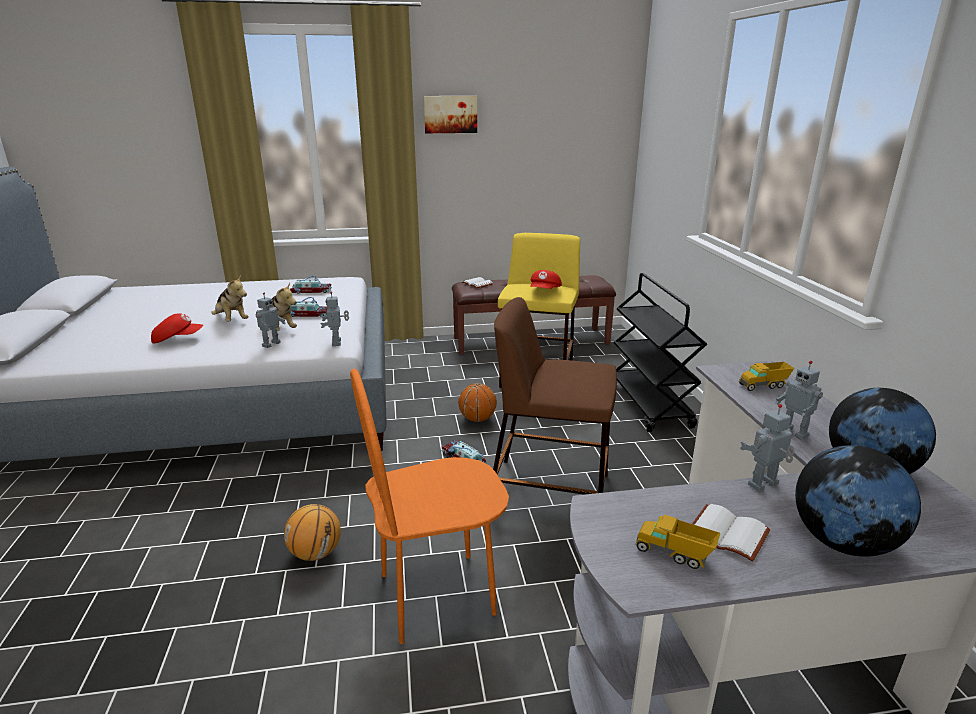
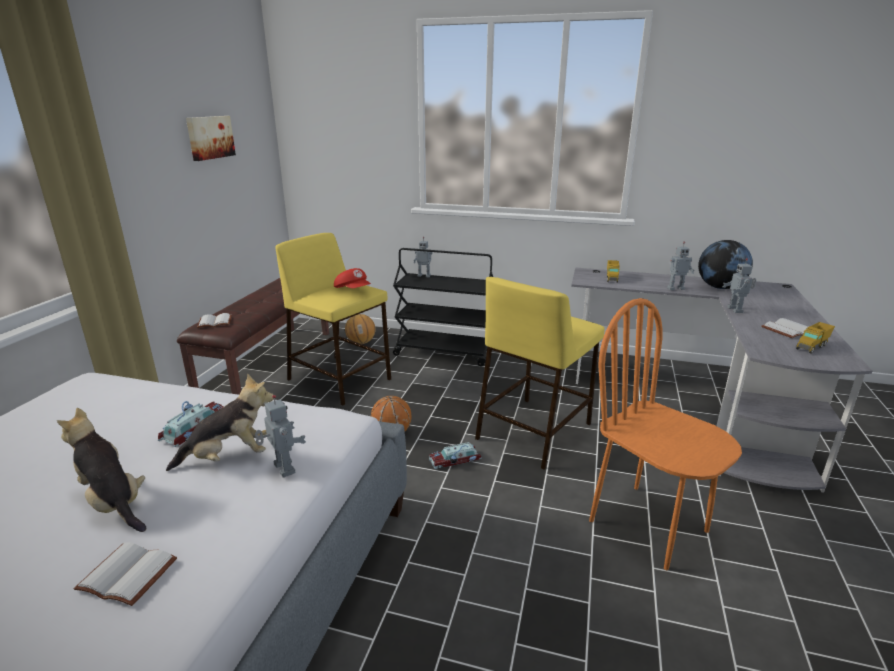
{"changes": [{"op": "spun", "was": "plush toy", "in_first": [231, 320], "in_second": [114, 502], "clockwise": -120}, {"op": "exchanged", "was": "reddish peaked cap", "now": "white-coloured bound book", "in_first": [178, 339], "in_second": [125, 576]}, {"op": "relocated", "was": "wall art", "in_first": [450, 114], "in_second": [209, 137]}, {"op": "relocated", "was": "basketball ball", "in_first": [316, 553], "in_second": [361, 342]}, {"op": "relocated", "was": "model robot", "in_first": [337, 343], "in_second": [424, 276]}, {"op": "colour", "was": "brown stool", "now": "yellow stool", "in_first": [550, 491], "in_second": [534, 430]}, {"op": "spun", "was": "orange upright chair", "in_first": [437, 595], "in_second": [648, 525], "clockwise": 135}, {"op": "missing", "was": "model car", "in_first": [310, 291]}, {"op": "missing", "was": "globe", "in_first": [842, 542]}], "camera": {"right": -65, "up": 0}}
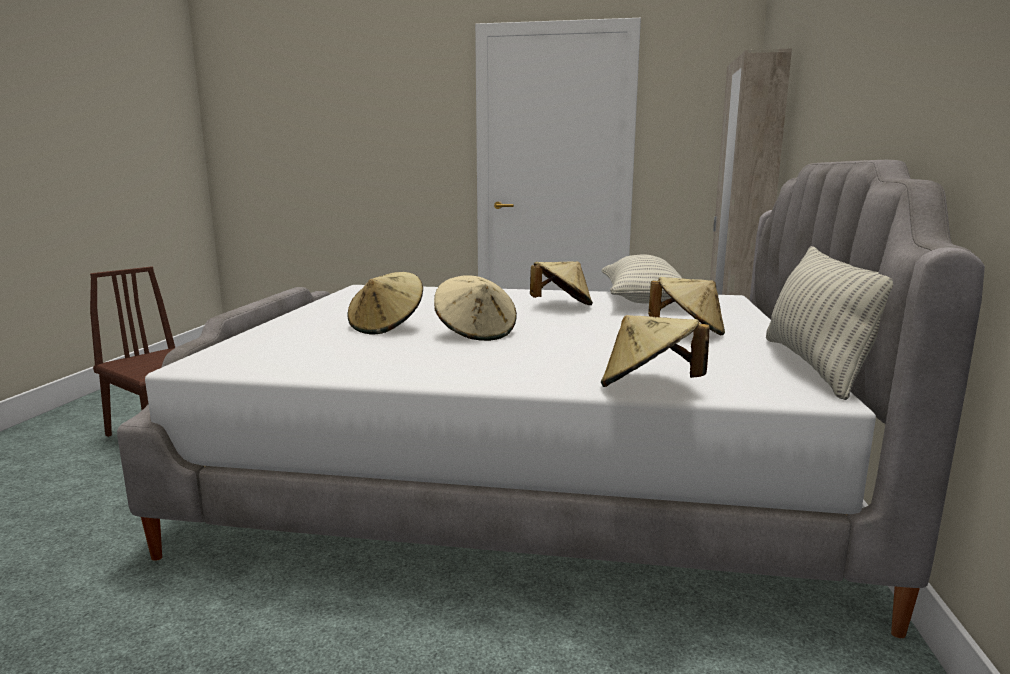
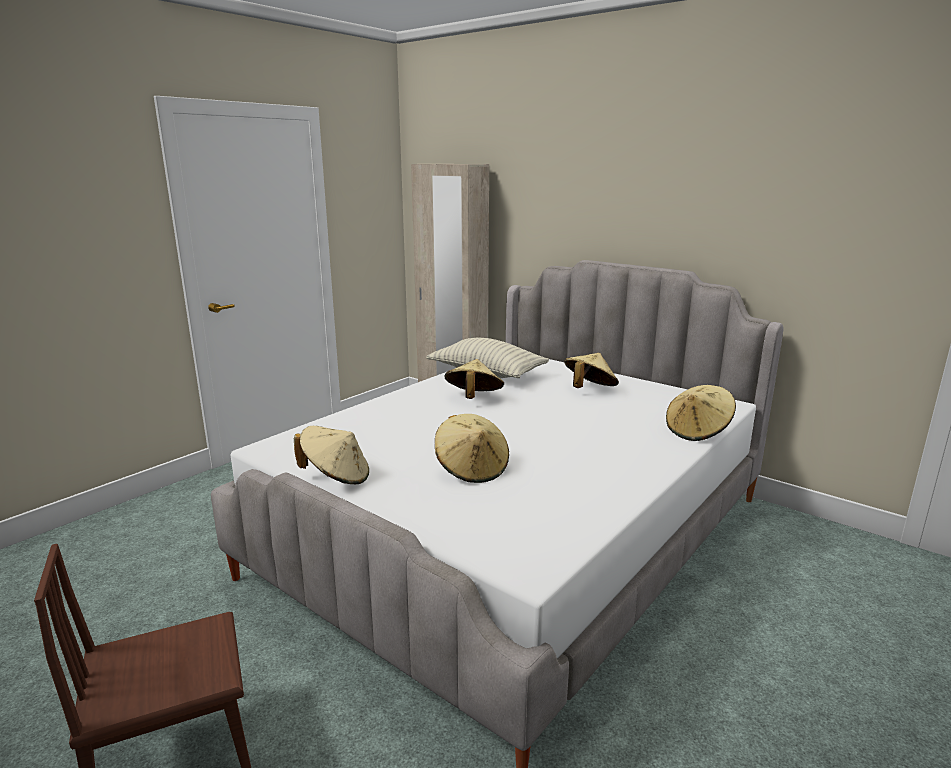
{"changes": [{"op": "relocated", "was": "beige-coloured clothing hat", "in_first": [476, 333], "in_second": [336, 477]}, {"op": "missing", "was": "cushion", "in_first": [815, 366]}], "camera": {"right": -60, "up": 5}}
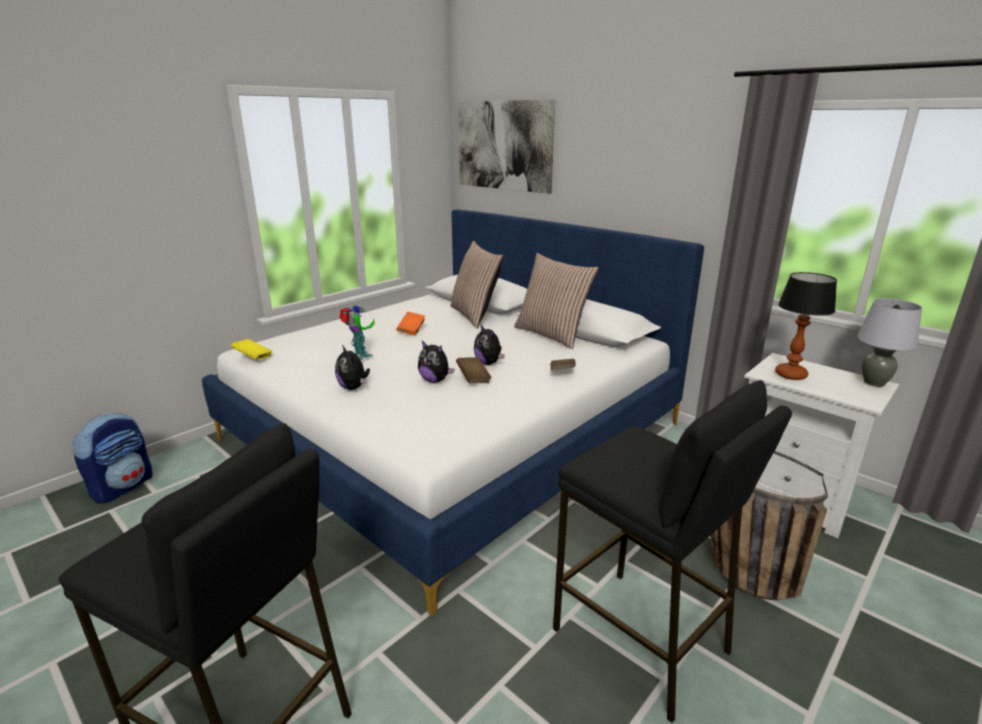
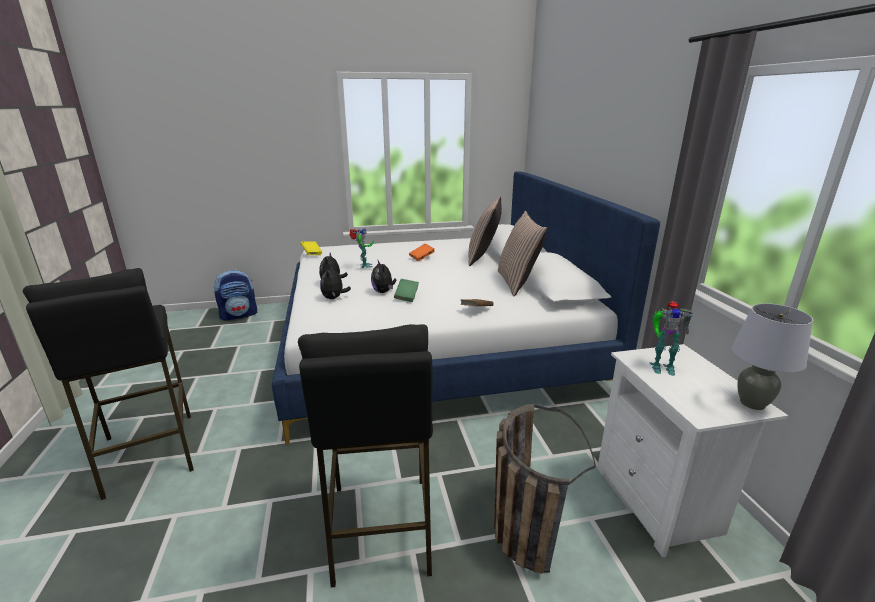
{"changes": [{"op": "relocated", "was": "plush toy", "in_first": [489, 363], "in_second": [334, 298]}, {"op": "colour", "was": "brown bound book", "now": "green-coloured bound book", "in_first": [473, 378], "in_second": [407, 297]}, {"op": "exchanged", "was": "lamp for a table", "now": "model robot", "in_first": [791, 375], "in_second": [661, 366]}, {"op": "missing", "was": "wall art", "in_first": [504, 145]}], "camera": {"right": 35, "up": 0}}
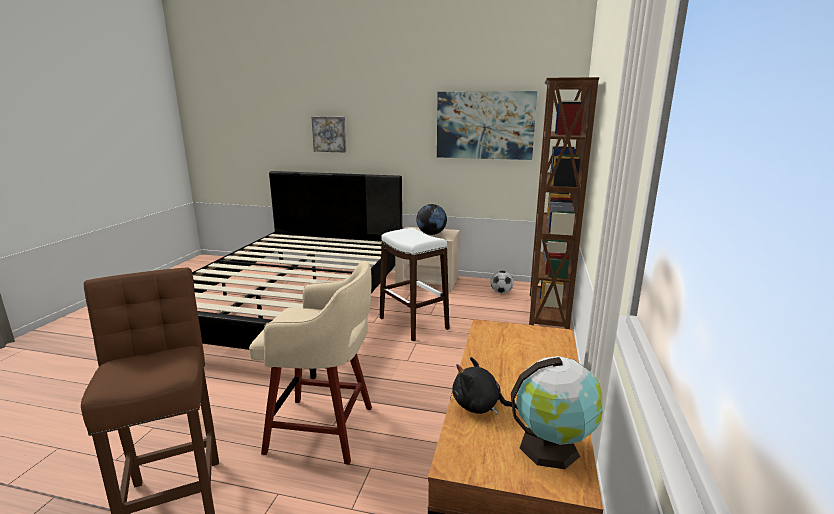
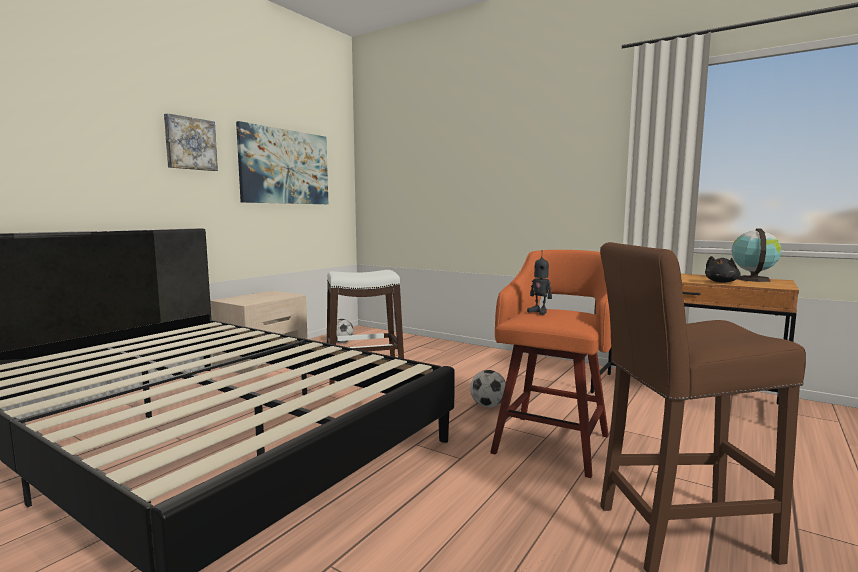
{"changes": [{"op": "relocated", "was": "wall art", "in_first": [329, 134], "in_second": [190, 144]}, {"op": "appeared", "now": "football ball", "in_second": [488, 405]}, {"op": "colour", "was": "beige-coloured stool", "now": "orange stool", "in_first": [324, 430], "in_second": [553, 442]}, {"op": "appeared", "now": "model robot", "in_second": [539, 312]}, {"op": "missing", "was": "globe", "in_first": [431, 234]}, {"op": "missing", "was": "brown shelving unit", "in_first": [546, 313]}], "camera": {"right": -70, "up": -10}}
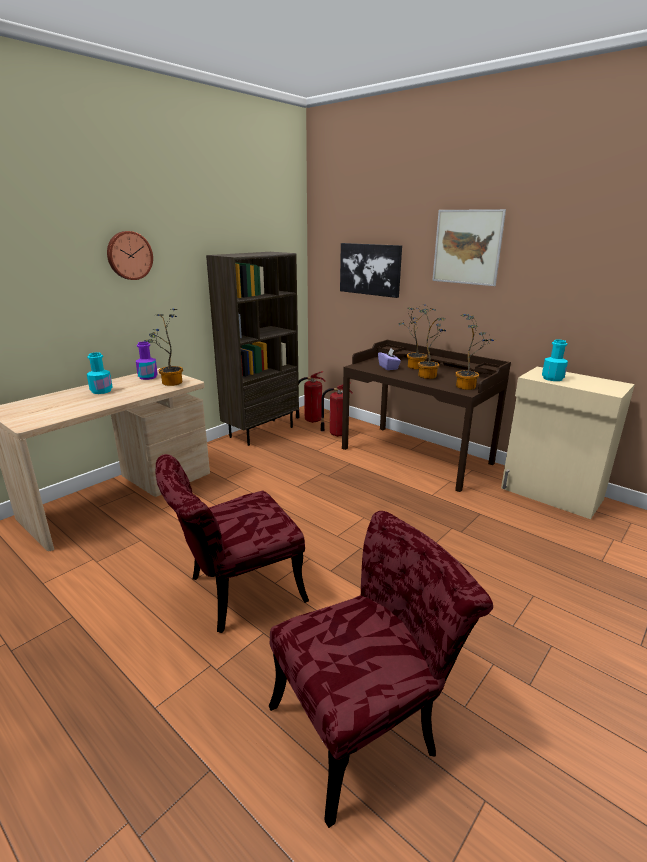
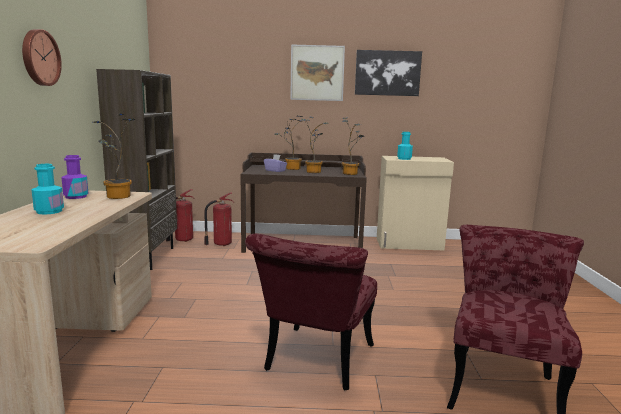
{"changes": [{"op": "relocated", "was": "wall art", "in_first": [370, 269], "in_second": [387, 73]}], "camera": {"right": -40, "up": -10}}
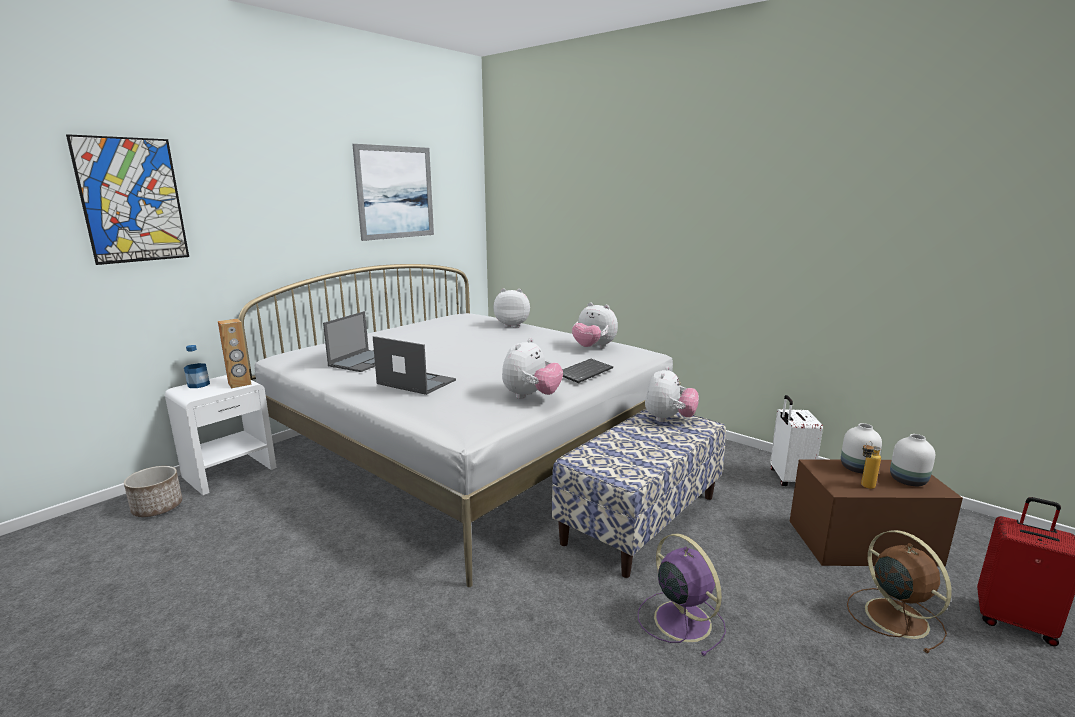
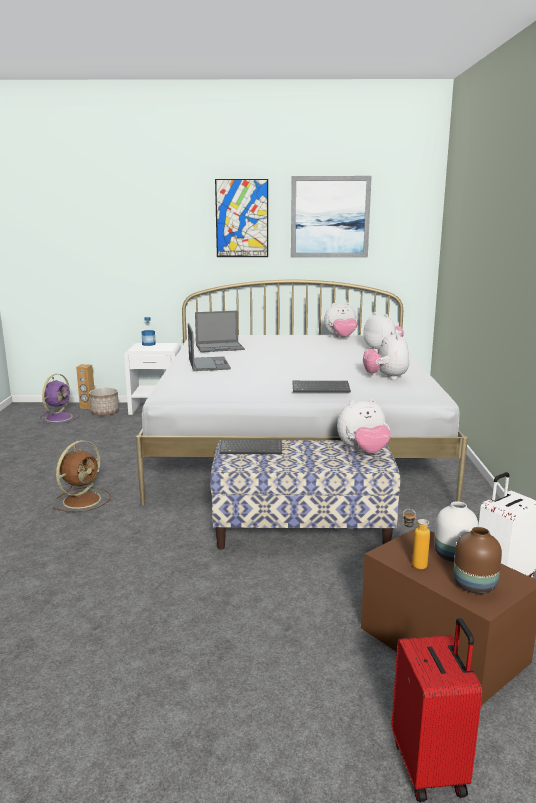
{"changes": [{"op": "relocated", "was": "purplish fan", "in_first": [680, 619], "in_second": [59, 417]}, {"op": "relocated", "was": "brown fan", "in_first": [893, 616], "in_second": [83, 499]}, {"op": "relocated", "was": "brown loudspeaker", "in_first": [239, 384], "in_second": [88, 407]}, {"op": "relocated", "was": "wall art", "in_first": [132, 200], "in_second": [242, 218]}, {"op": "appeared", "now": "keyboard", "in_second": [252, 448]}, {"op": "relocated", "was": "plush toy", "in_first": [531, 396], "in_second": [340, 338]}, {"op": "colour", "was": "white-coloured flower vase", "now": "brown flower vase", "in_first": [909, 481], "in_second": [474, 586]}], "camera": {"right": 50, "up": 0}}
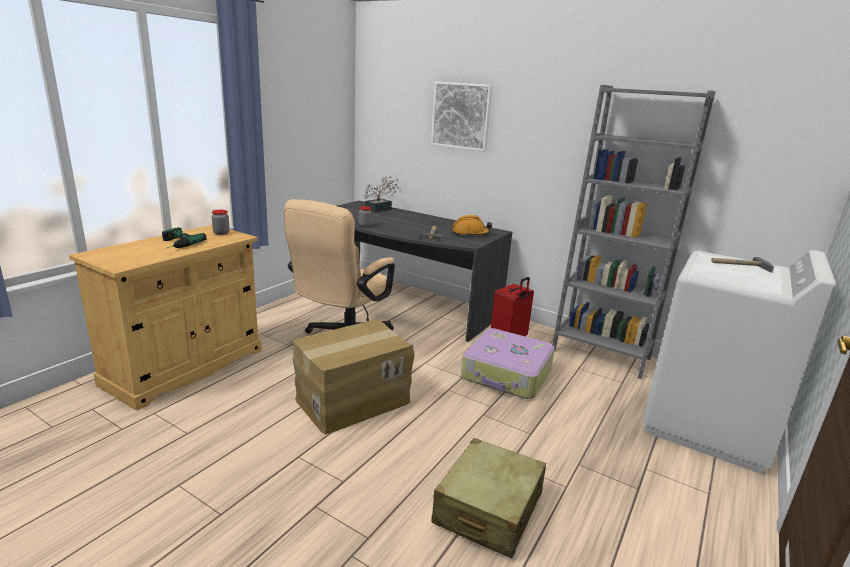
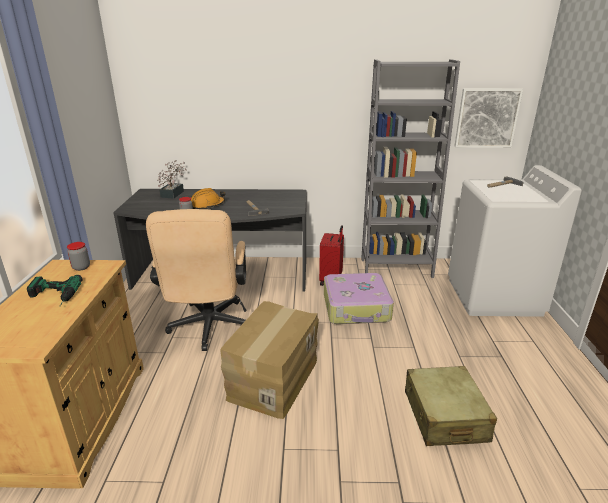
{"changes": [{"op": "relocated", "was": "orange safety helmet", "in_first": [470, 233], "in_second": [207, 205]}, {"op": "relocated", "was": "wall art", "in_first": [461, 116], "in_second": [487, 118]}], "camera": {"right": -30, "up": 5}}
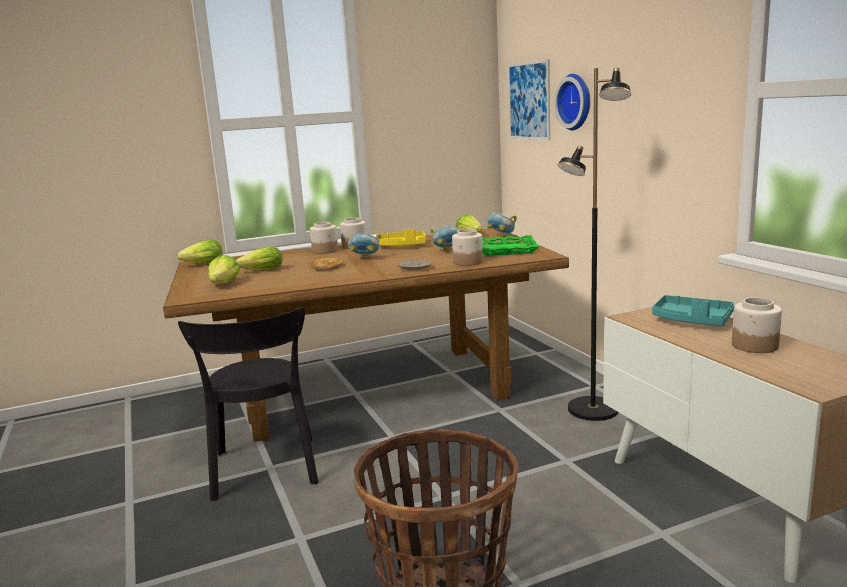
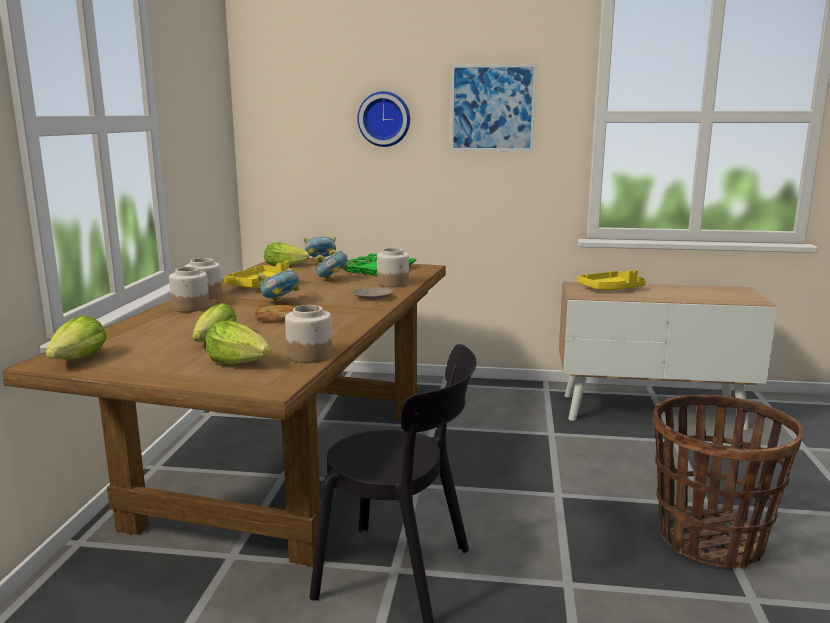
{"changes": [{"op": "relocated", "was": "jar", "in_first": [755, 345], "in_second": [310, 355]}, {"op": "relocated", "was": "wall art", "in_first": [529, 101], "in_second": [492, 108]}, {"op": "colour", "was": "turquoise-coloured tray", "now": "yellow tray", "in_first": [692, 321], "in_second": [611, 289]}, {"op": "missing", "was": "blackish standard lamp", "in_first": [592, 410]}], "camera": {"right": -60, "up": 0}}
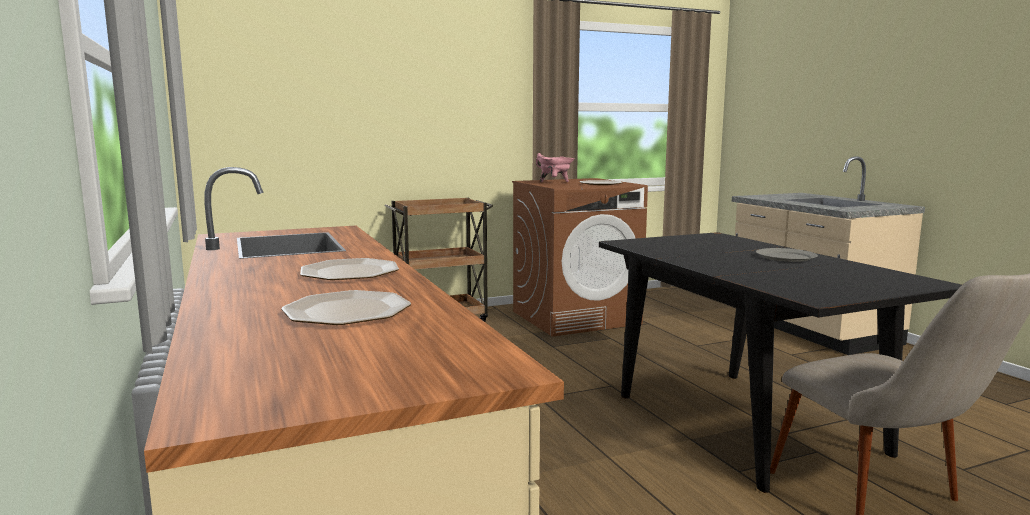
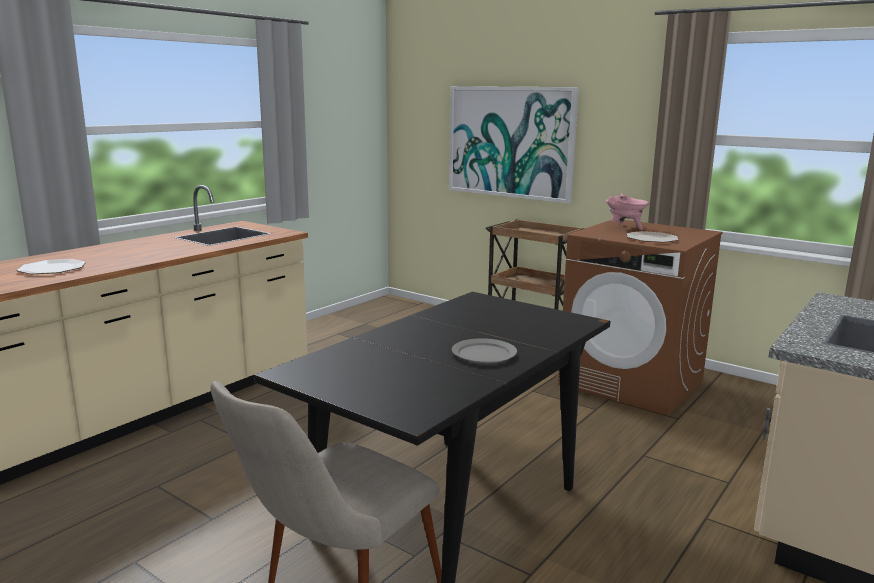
{"changes": [{"op": "appeared", "now": "wall art", "in_second": [510, 142]}, {"op": "missing", "was": "dinner plate", "in_first": [349, 272]}], "camera": {"right": 60, "up": 5}}
